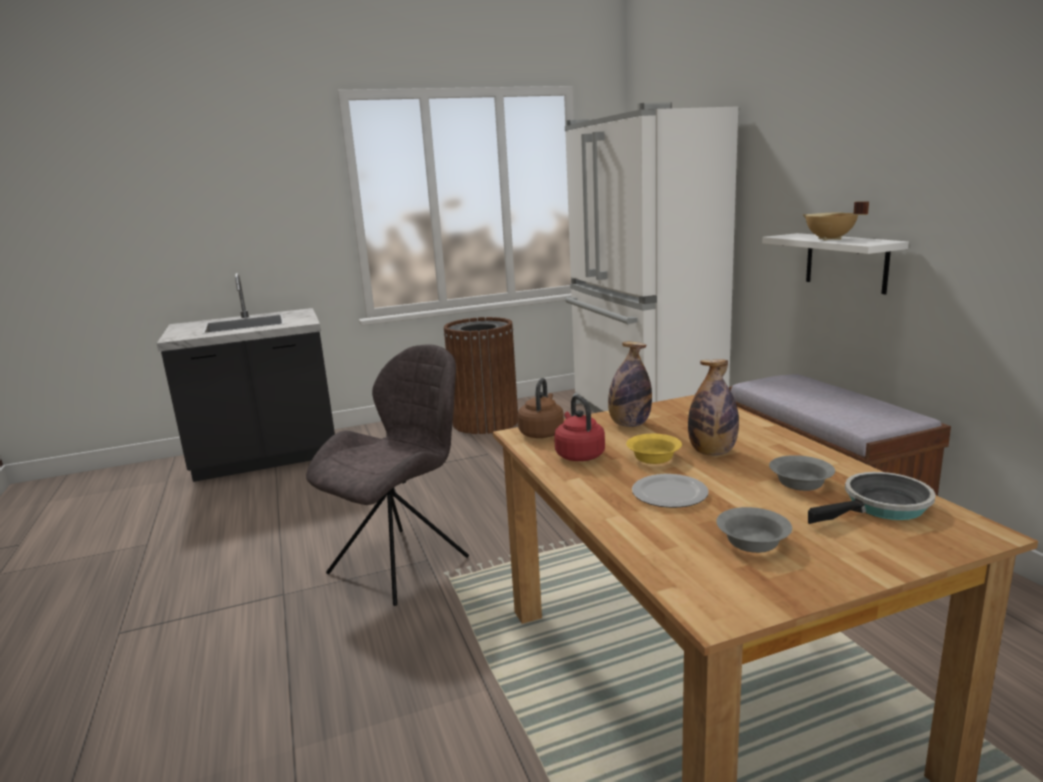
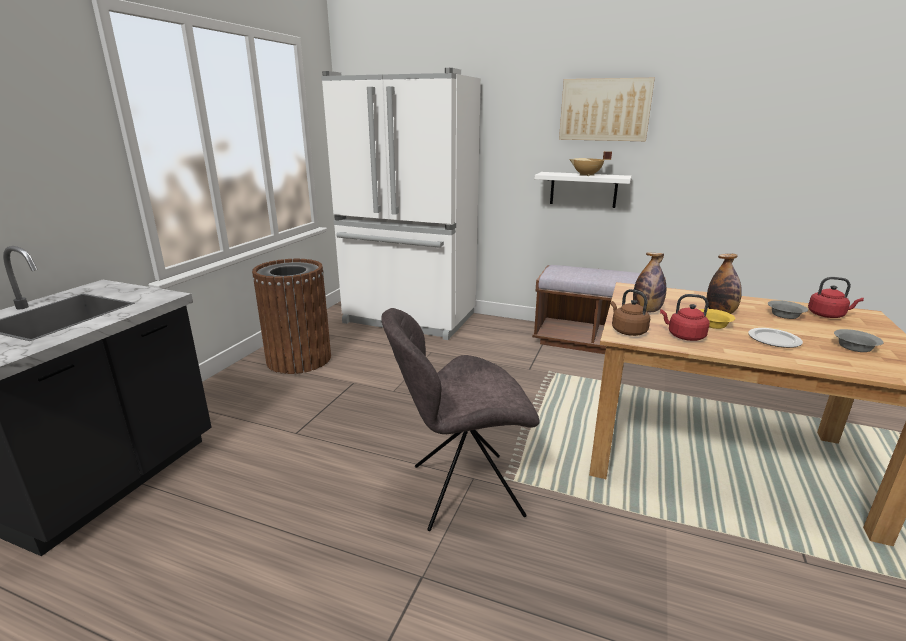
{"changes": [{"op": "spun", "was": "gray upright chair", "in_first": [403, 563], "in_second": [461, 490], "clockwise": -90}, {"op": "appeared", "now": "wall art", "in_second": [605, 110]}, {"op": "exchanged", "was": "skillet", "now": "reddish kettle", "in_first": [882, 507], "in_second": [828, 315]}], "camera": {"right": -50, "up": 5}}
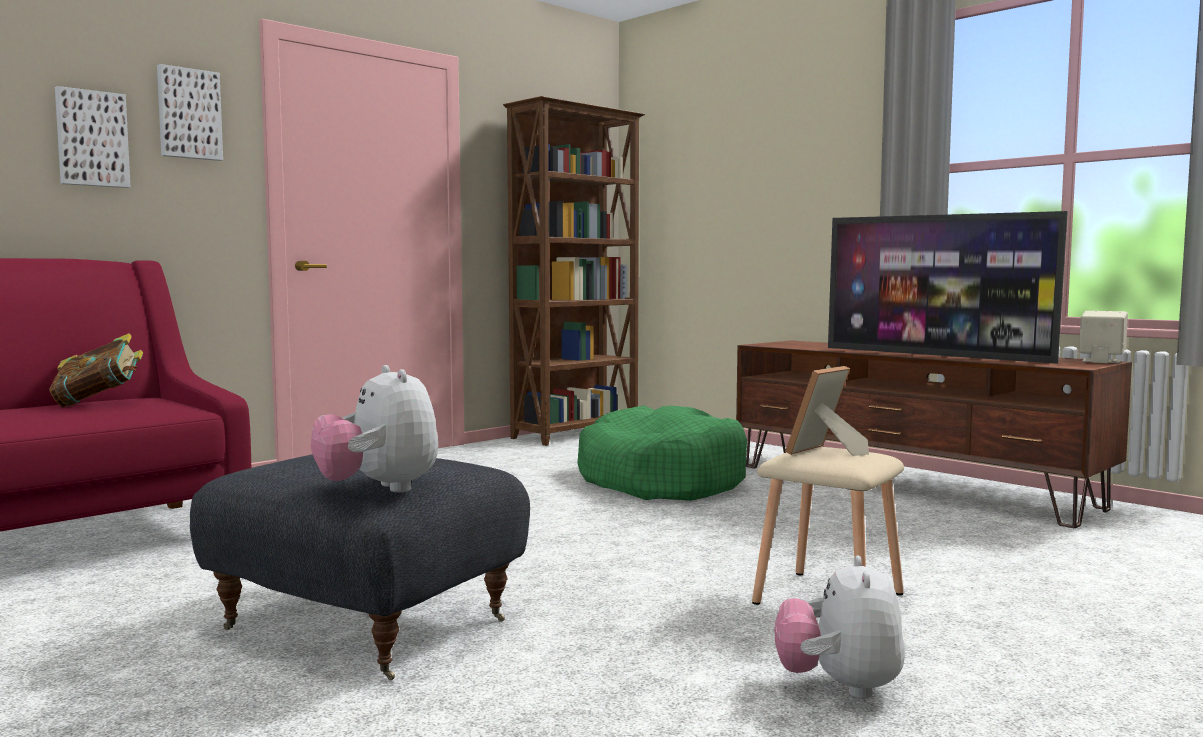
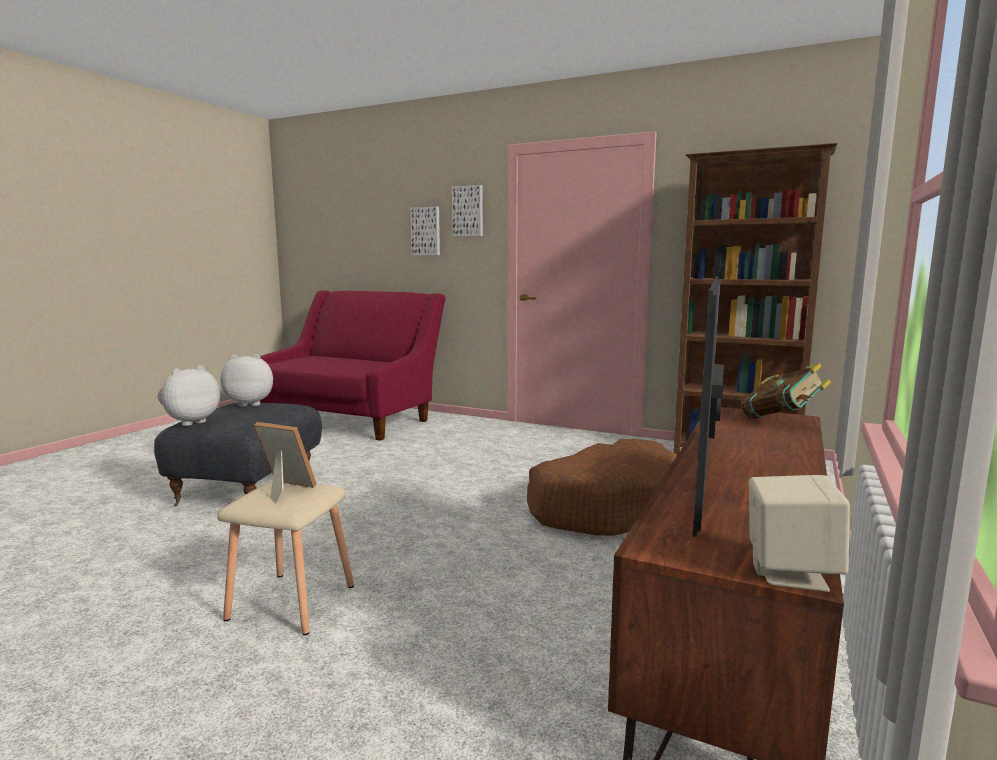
{"changes": [{"op": "relocated", "was": "plush toy", "in_first": [839, 687], "in_second": [250, 403]}, {"op": "colour", "was": "green-coloured pet bed", "now": "brown pet bed", "in_first": [660, 480], "in_second": [605, 506]}, {"op": "relocated", "was": "bound book", "in_first": [99, 403], "in_second": [782, 420]}], "camera": {"right": 70, "up": 5}}
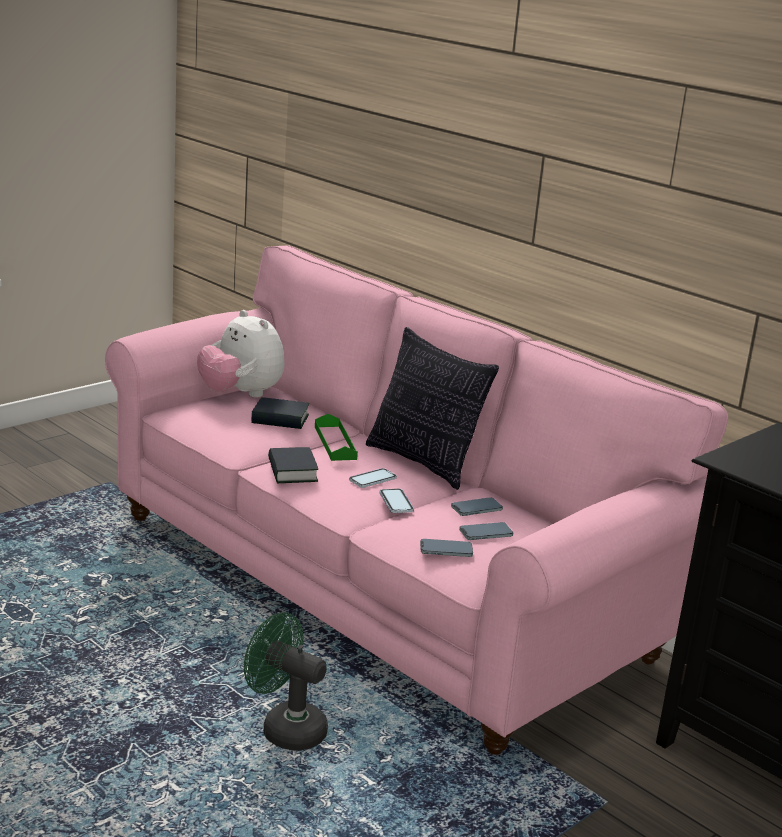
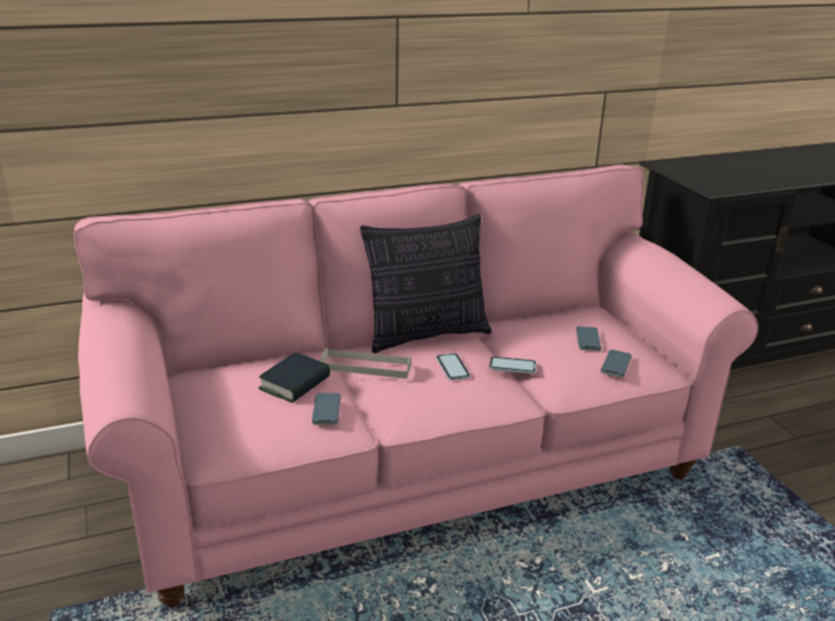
{"changes": [{"op": "relocated", "was": "handset", "in_first": [476, 509], "in_second": [326, 411]}, {"op": "colour", "was": "green-coloured tray", "now": "gray tray", "in_first": [335, 443], "in_second": [366, 367]}, {"op": "missing", "was": "plush toy", "in_first": [240, 394]}, {"op": "missing", "was": "green-coloured fan", "in_first": [285, 728]}, {"op": "missing", "was": "bound book", "in_first": [292, 471]}], "camera": {"right": -65, "up": 5}}
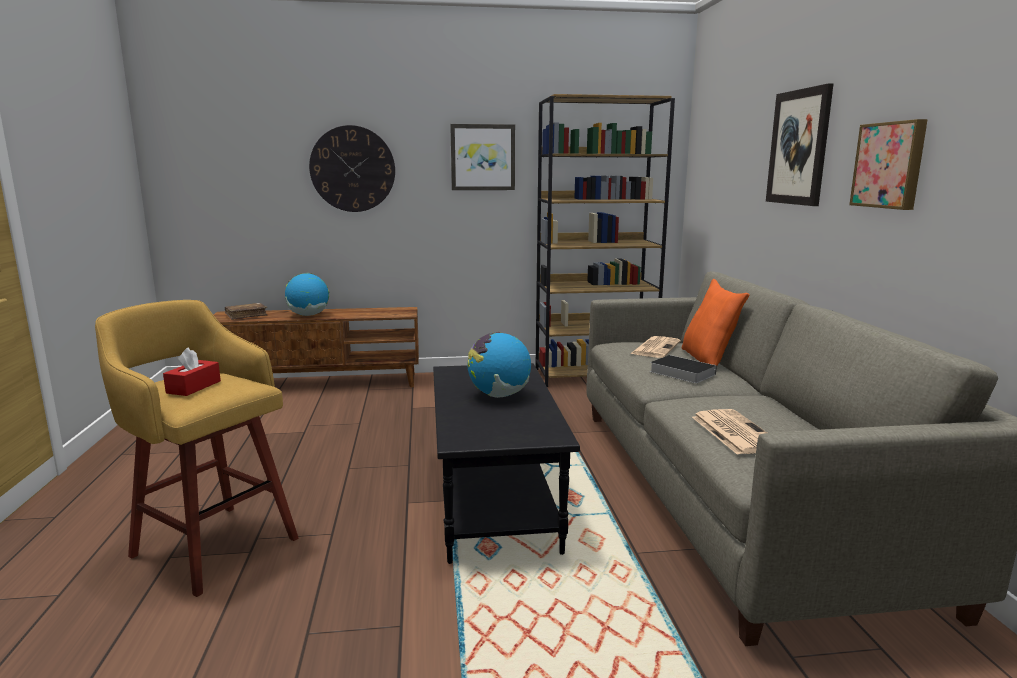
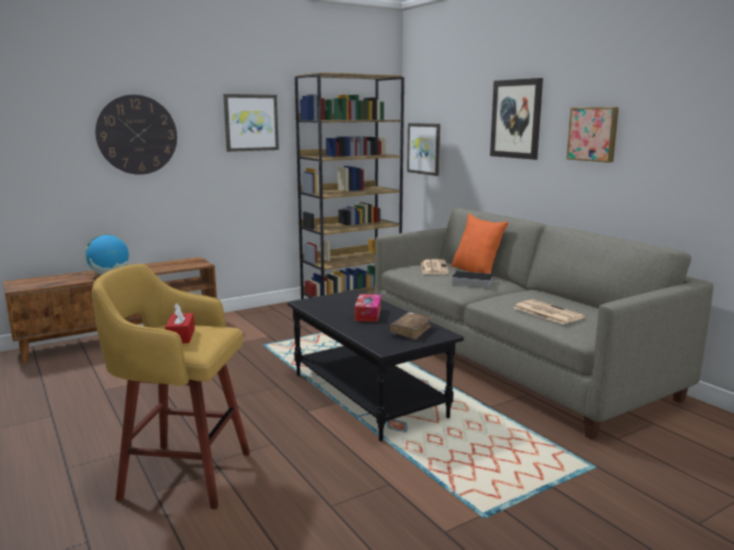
{"changes": [{"op": "exchanged", "was": "globe", "now": "box of tissues", "in_first": [499, 395], "in_second": [368, 314]}, {"op": "relocated", "was": "brown bound book", "in_first": [246, 315], "in_second": [410, 331]}, {"op": "appeared", "now": "wall art", "in_second": [424, 148]}], "camera": {"right": -25, "up": 0}}
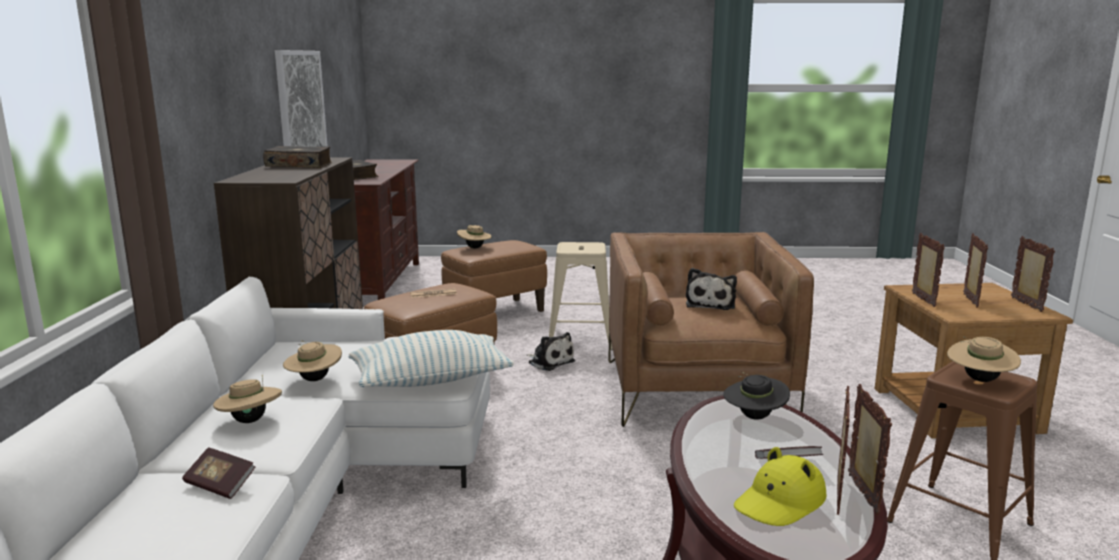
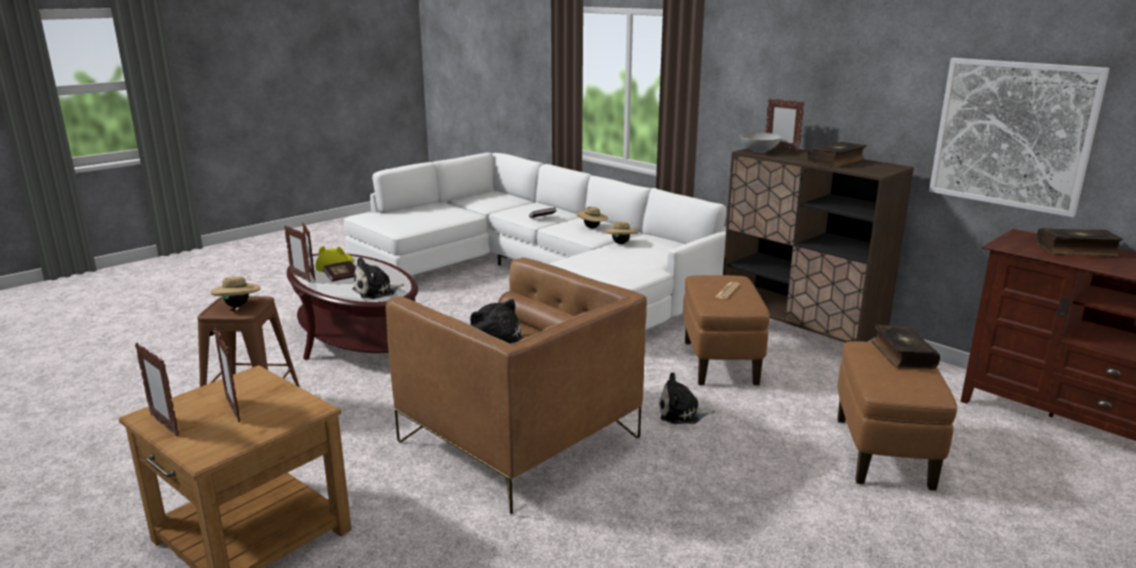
{"changes": [{"op": "exchanged", "was": "blackish clothing hat", "now": "plush toy", "in_first": [754, 417], "in_second": [376, 291]}, {"op": "appeared", "now": "gray deep dish", "in_second": [759, 151]}, {"op": "relocated", "was": "picture frame", "in_first": [923, 300], "in_second": [781, 149]}, {"op": "exchanged", "was": "beige-coloured clothing hat", "now": "bound book", "in_first": [474, 248], "in_second": [902, 355]}, {"op": "missing", "was": "cushion", "in_first": [431, 380]}, {"op": "missing", "was": "beige-coloured stool", "in_first": [580, 339]}], "camera": {"right": 135, "up": 5}}
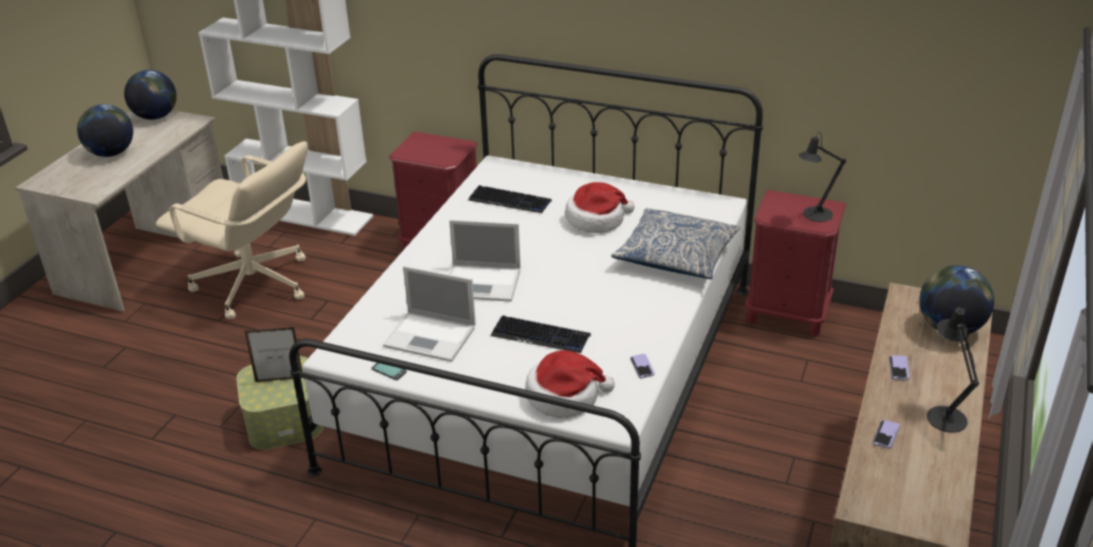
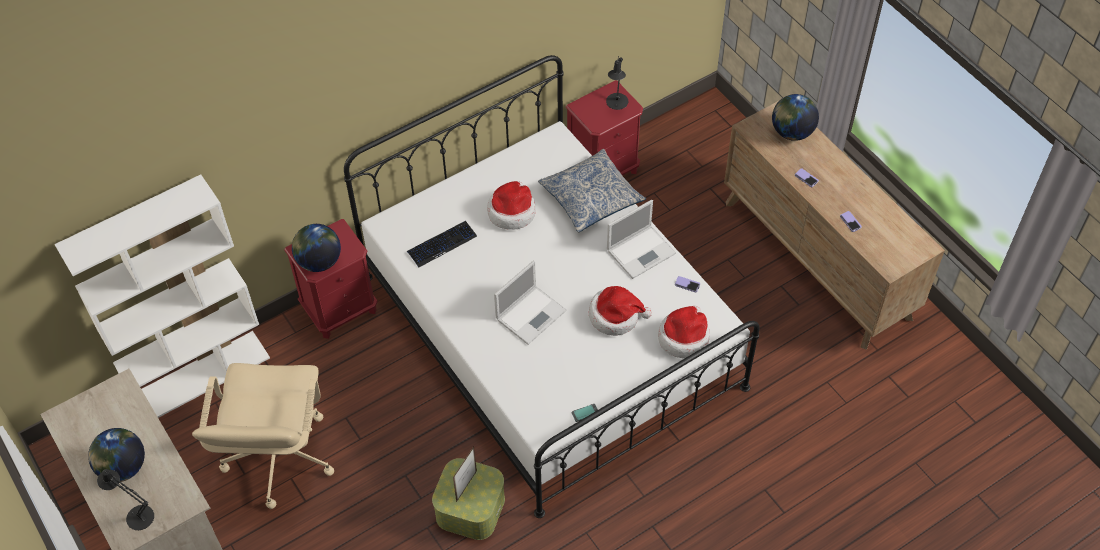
{"changes": [{"op": "relocated", "was": "blackish lamp for a table", "in_first": [944, 415], "in_second": [136, 515]}, {"op": "spun", "was": "beige-coloured desk chair", "in_first": [253, 286], "in_second": [278, 458], "clockwise": 120}, {"op": "relocated", "was": "globe", "in_first": [156, 116], "in_second": [319, 261]}, {"op": "exchanged", "was": "keyboard", "now": "clothing hat", "in_first": [540, 336], "in_second": [616, 316]}, {"op": "relocated", "was": "portable computer", "in_first": [432, 337], "in_second": [642, 251]}], "camera": {"right": -55, "up": 20}}
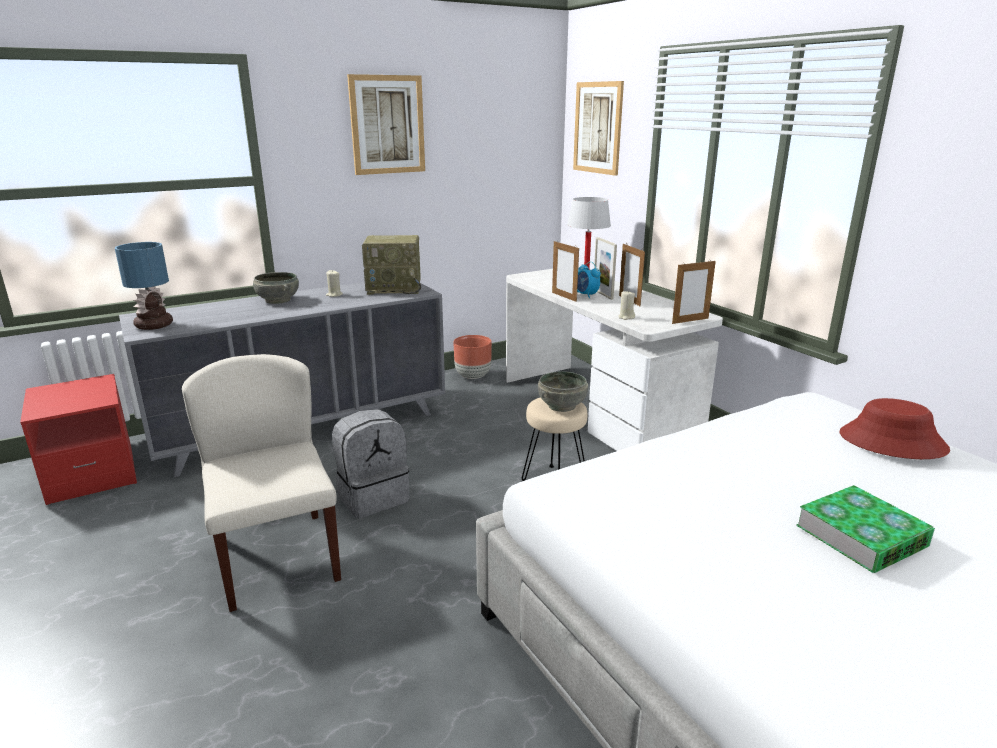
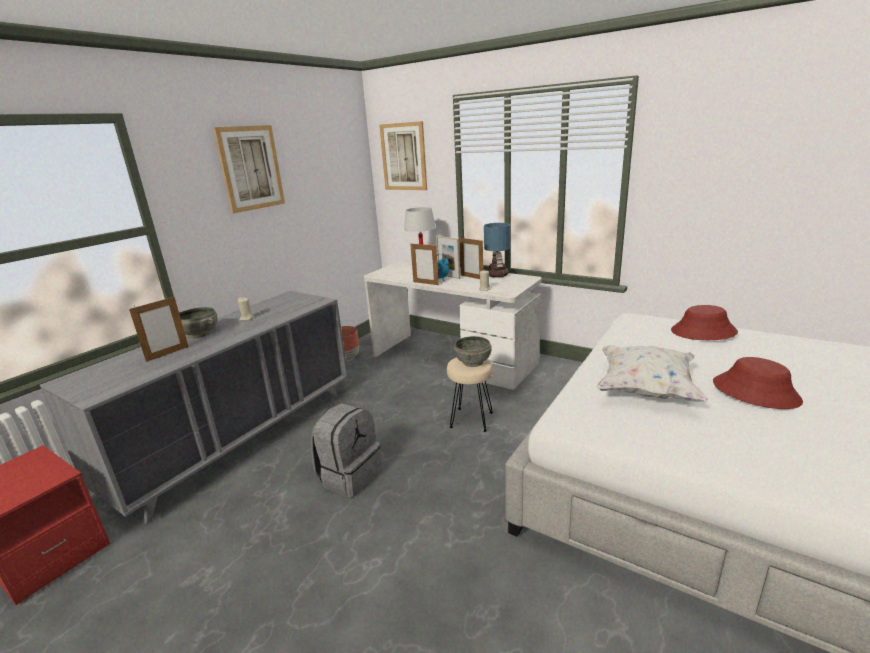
{"changes": [{"op": "relocated", "was": "picture frame", "in_first": [690, 321], "in_second": [167, 354]}, {"op": "relocated", "was": "lamp for a table", "in_first": [154, 325], "in_second": [496, 275]}, {"op": "appeared", "now": "white-coloured cushion", "in_second": [645, 389]}, {"op": "exchanged", "was": "bound book", "now": "reddish clothing hat", "in_first": [861, 536], "in_second": [755, 392]}, {"op": "missing", "was": "beige-coloured upright chair", "in_first": [276, 558]}, {"op": "missing", "was": "radio set", "in_first": [395, 288]}], "camera": {"right": -25, "up": 0}}
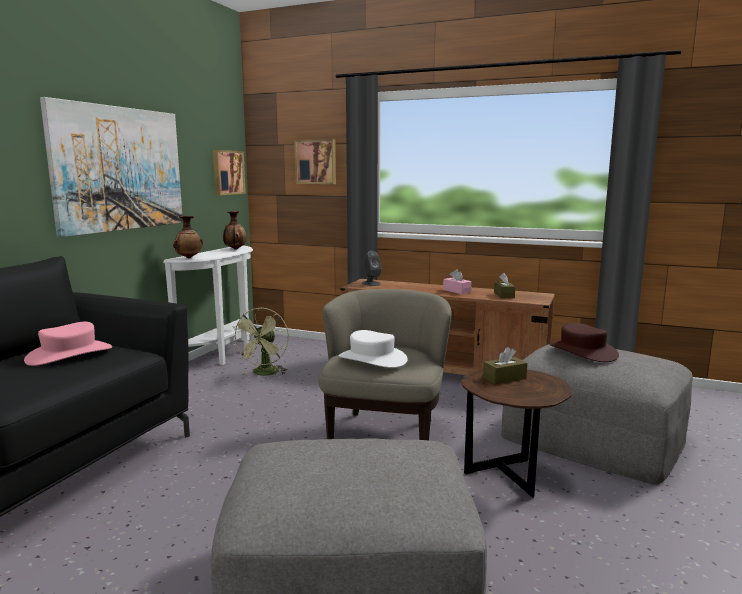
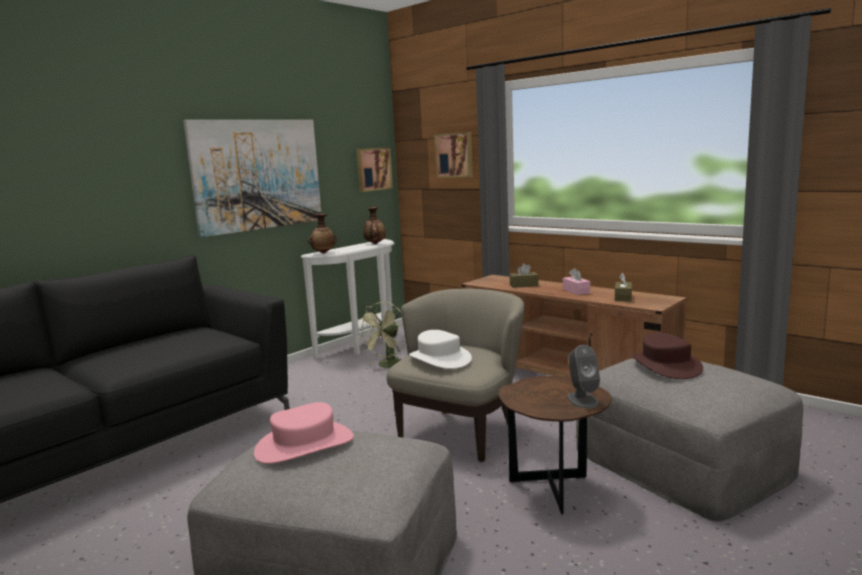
{"changes": [{"op": "relocated", "was": "pink clothing hat", "in_first": [69, 354], "in_second": [304, 445]}, {"op": "relocated", "was": "brown box of tissues", "in_first": [504, 378], "in_second": [523, 285]}, {"op": "relocated", "was": "gray loudspeaker", "in_first": [371, 283], "in_second": [582, 400]}], "camera": {"right": 20, "up": 0}}
